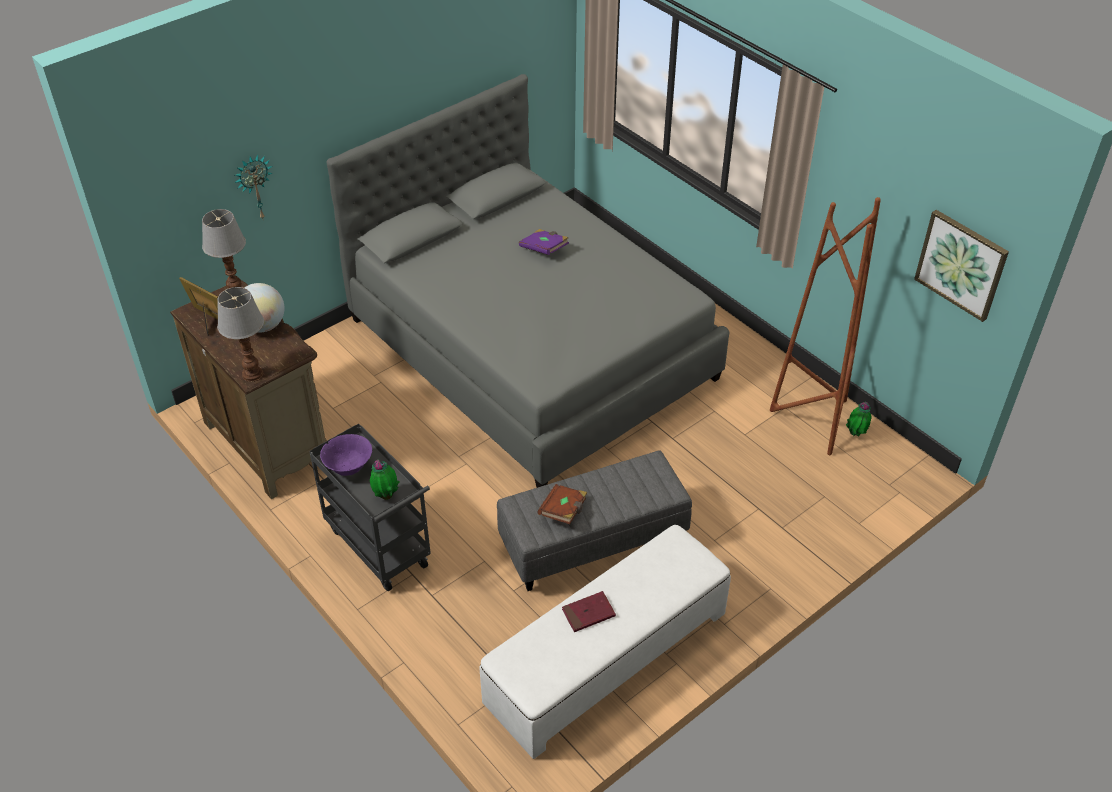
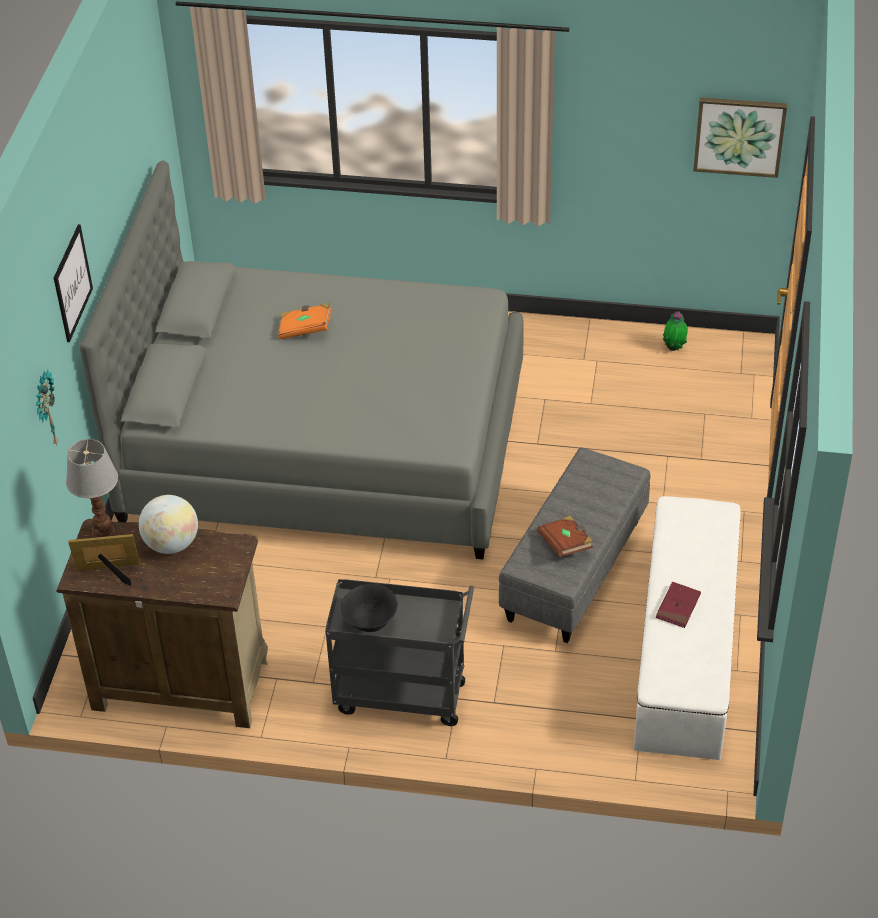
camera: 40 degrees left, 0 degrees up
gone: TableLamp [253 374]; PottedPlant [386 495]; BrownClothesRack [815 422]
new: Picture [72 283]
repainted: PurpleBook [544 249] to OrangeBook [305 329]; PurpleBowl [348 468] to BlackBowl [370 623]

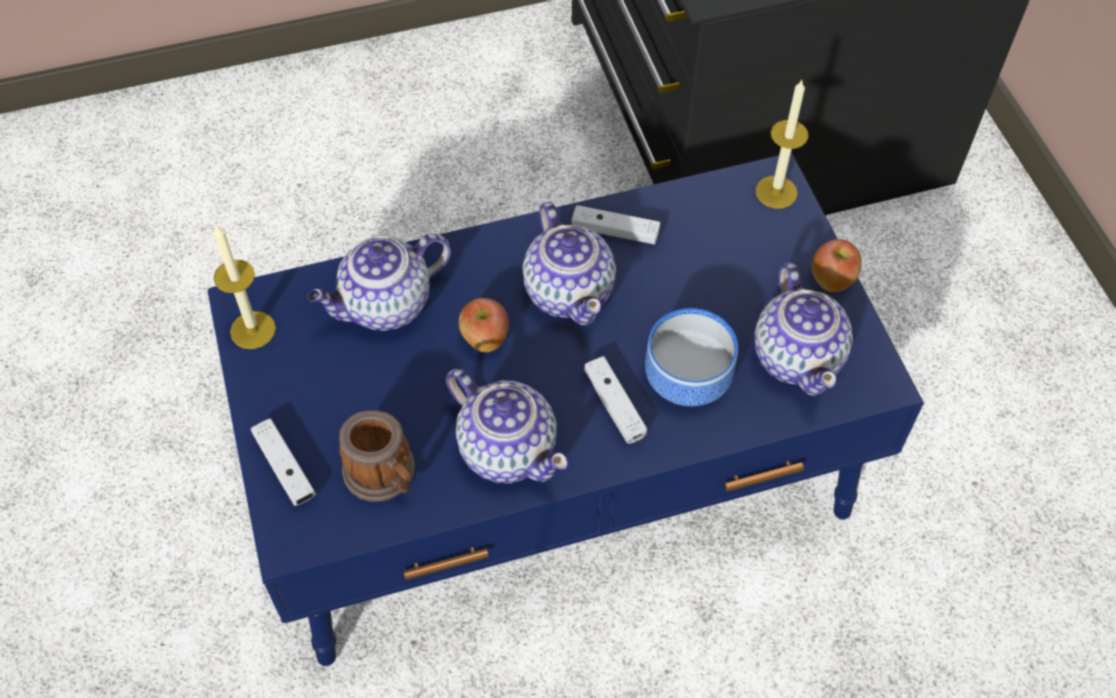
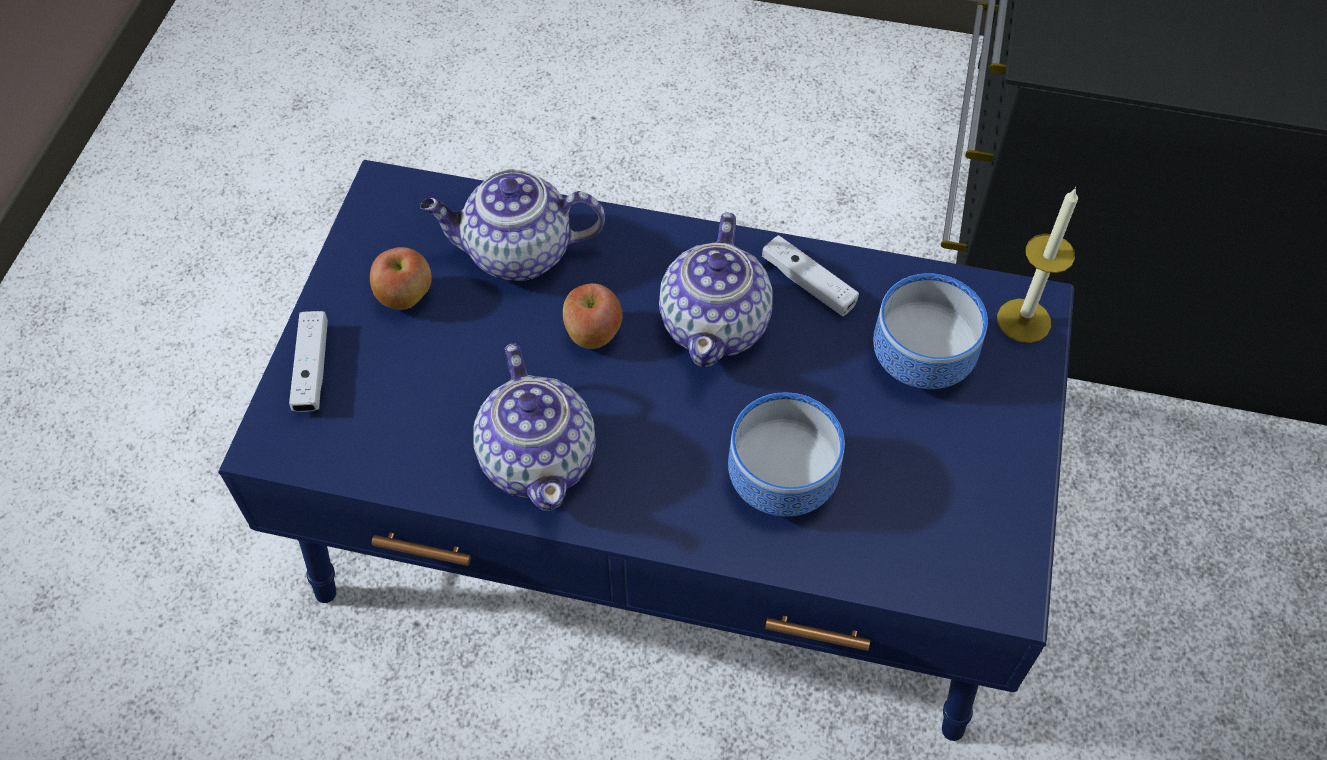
camera: 30 degrees right, 0 degrees up
gone: Candle [253 330]; Mug [385 476]; WhiteGameController [614 405]; Teapot [798 356]
new: Bowl [918 355]
shifted: Apple [832 280] to [406 297]

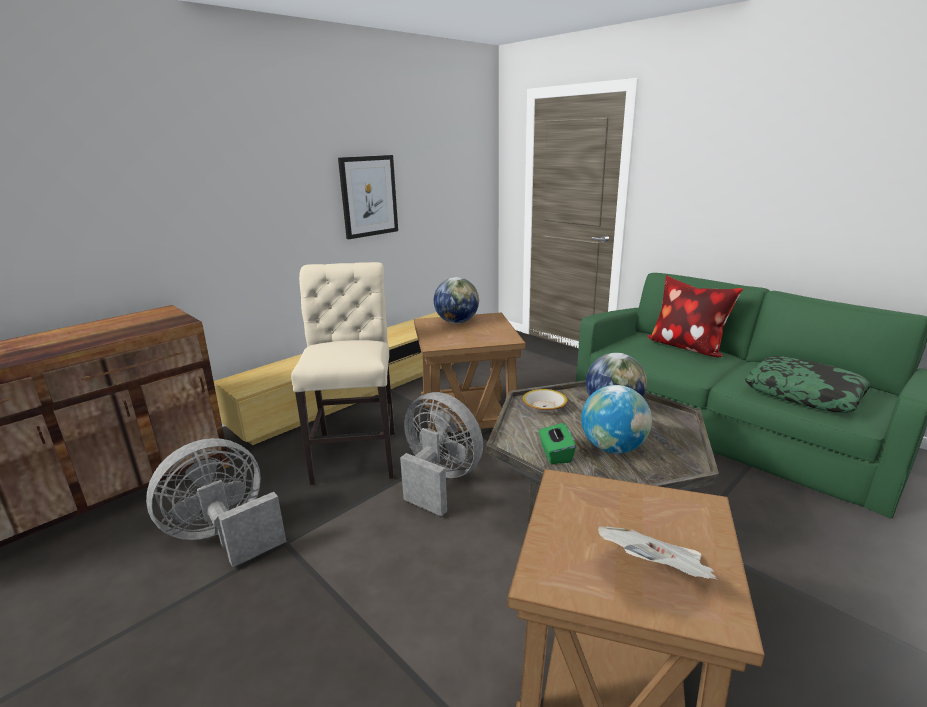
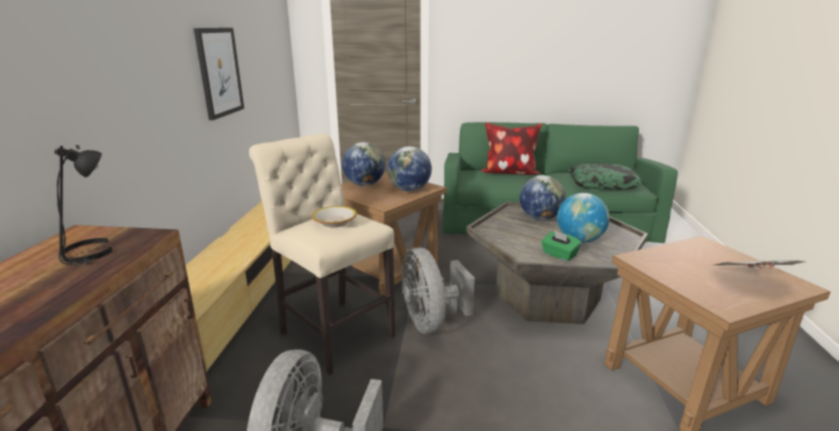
camera: 40 degrees left, 0 degrees up
new: BlackTableLamp [90 253]; Globe [409 190]
shifted: Bowl [544 407] to [335 222]
rotated: GreyFan [439 480] = [431 322] 105 degrees counterclockwise

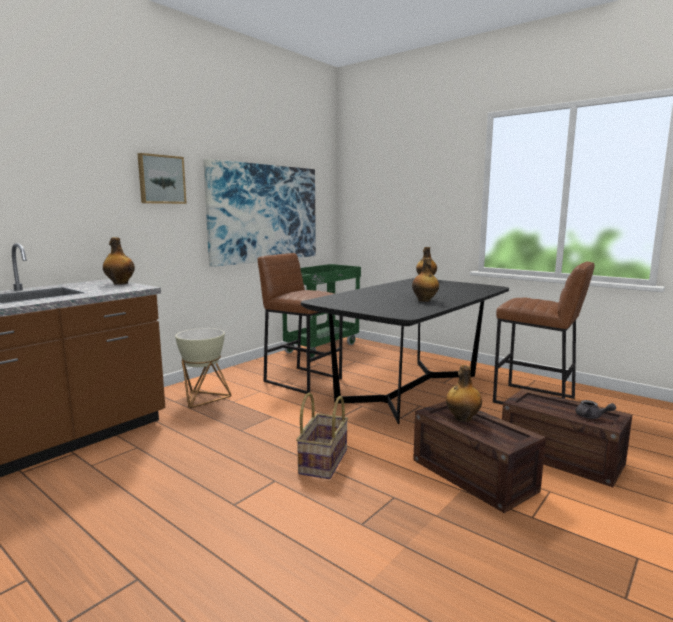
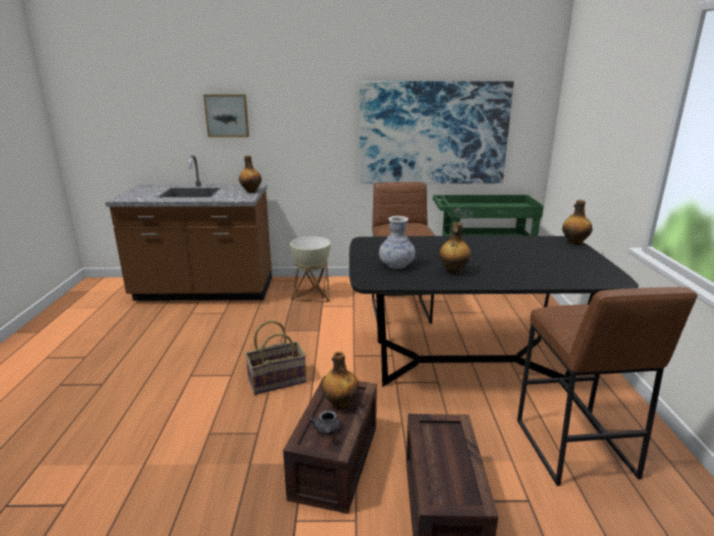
camera: 50 degrees right, 10 degrees up
new: Vase [396 265]
shifted: Picture [161 179] to [227 115]; GreyTeapot [592 417] to [327 431]

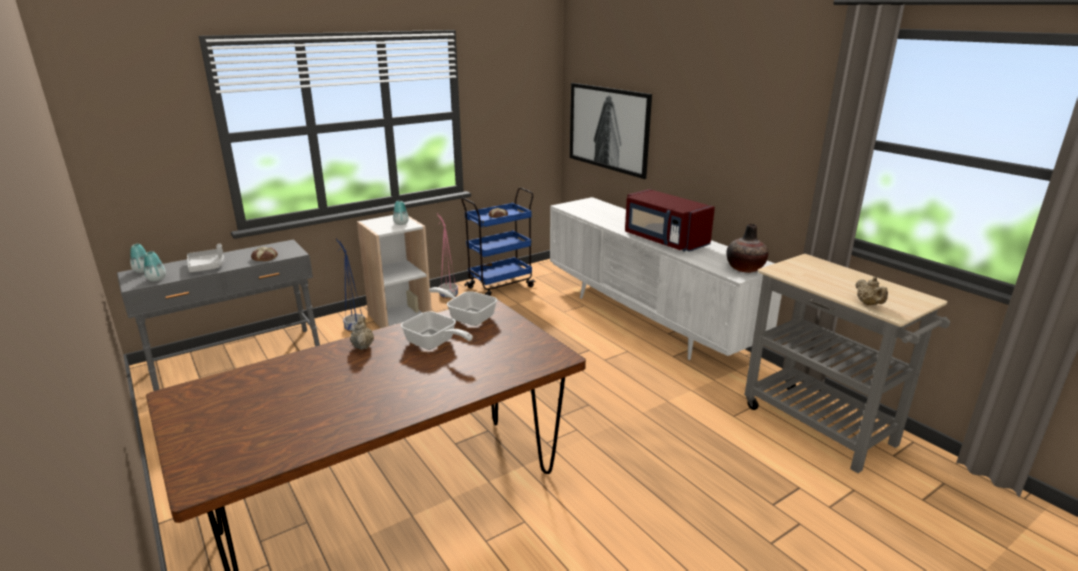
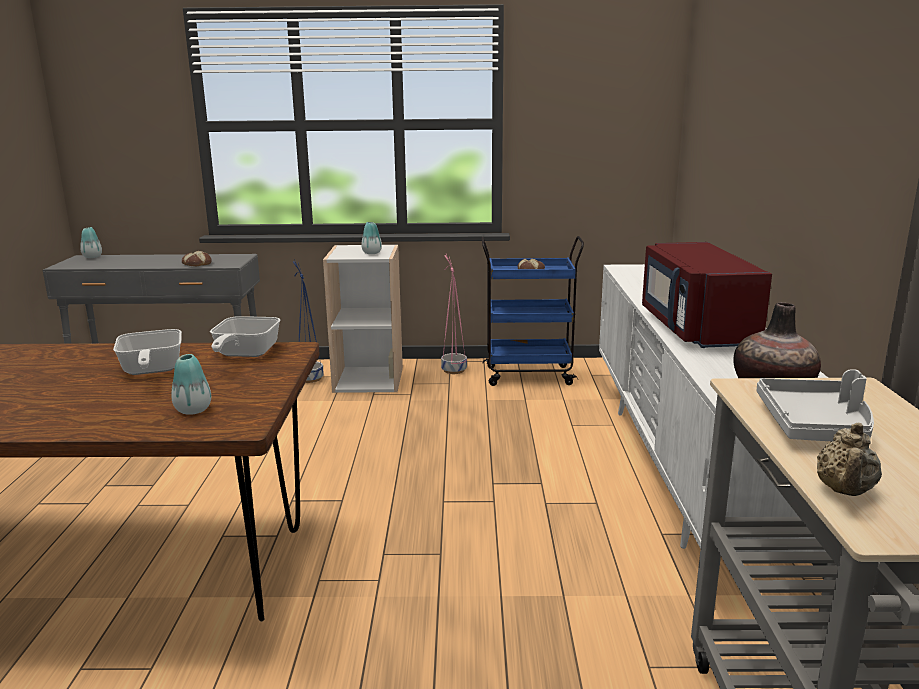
camera: 35 degrees right, 5 degrees down
gone: BeigeTeapot [363 346]; Picture [609 128]
shifted: Vase [157 279] to [193 410]; GreyTray [207 266] to [815 425]
rotated: FryingPan [468 317] = [244 354] 150 degrees counterclockwise

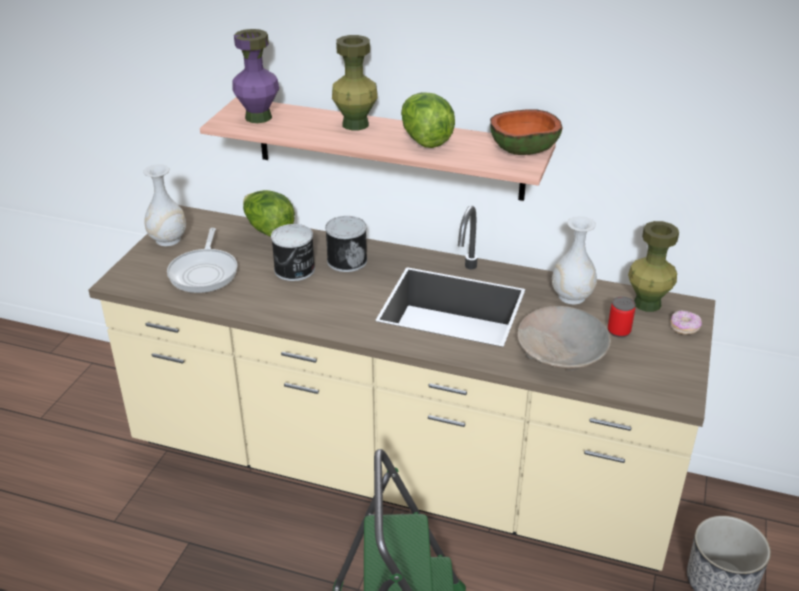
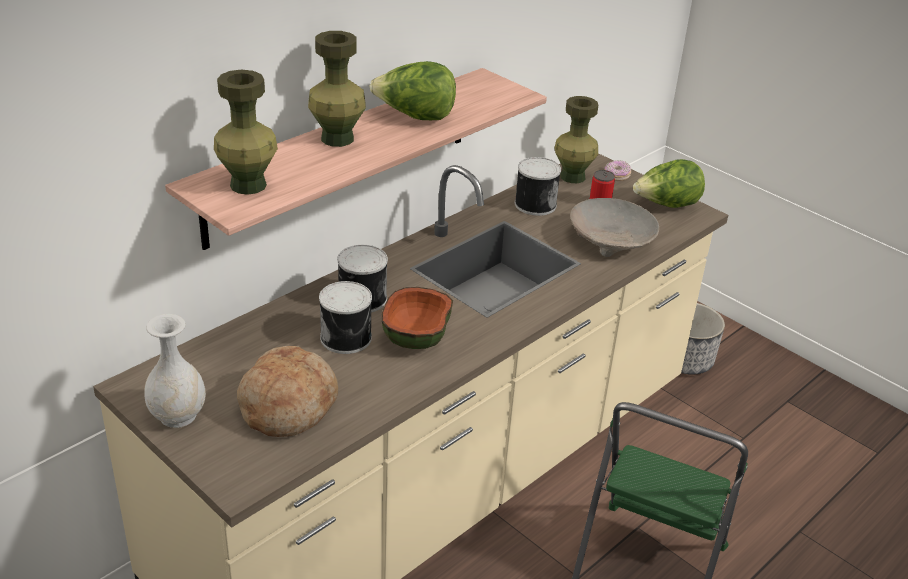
camera: 65 degrees left, 0 degrees up
shifted: Bowl [523 150] to [417 338]; Lettuce [268 230] to [666 205]
swapped: FryingPan [204 272] to Bread [287 405]; WhiteVase [572 296] to Can [534 204]
repainted: PurpleVase [258 117] to GreenVase [249 185]

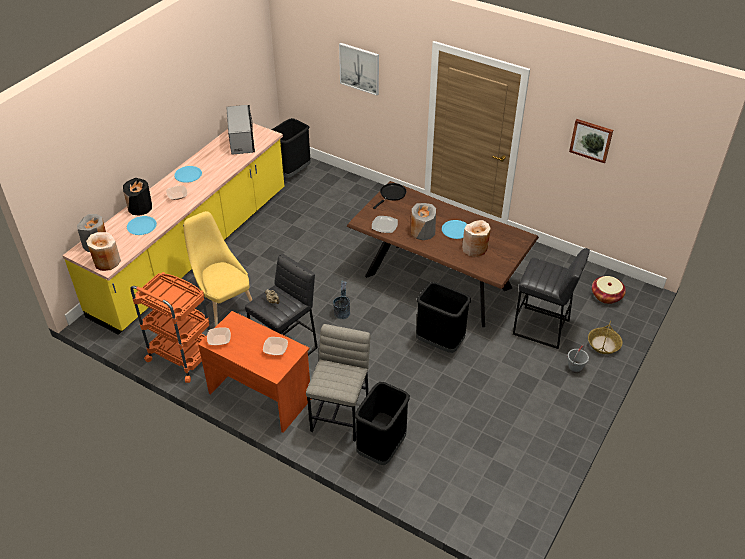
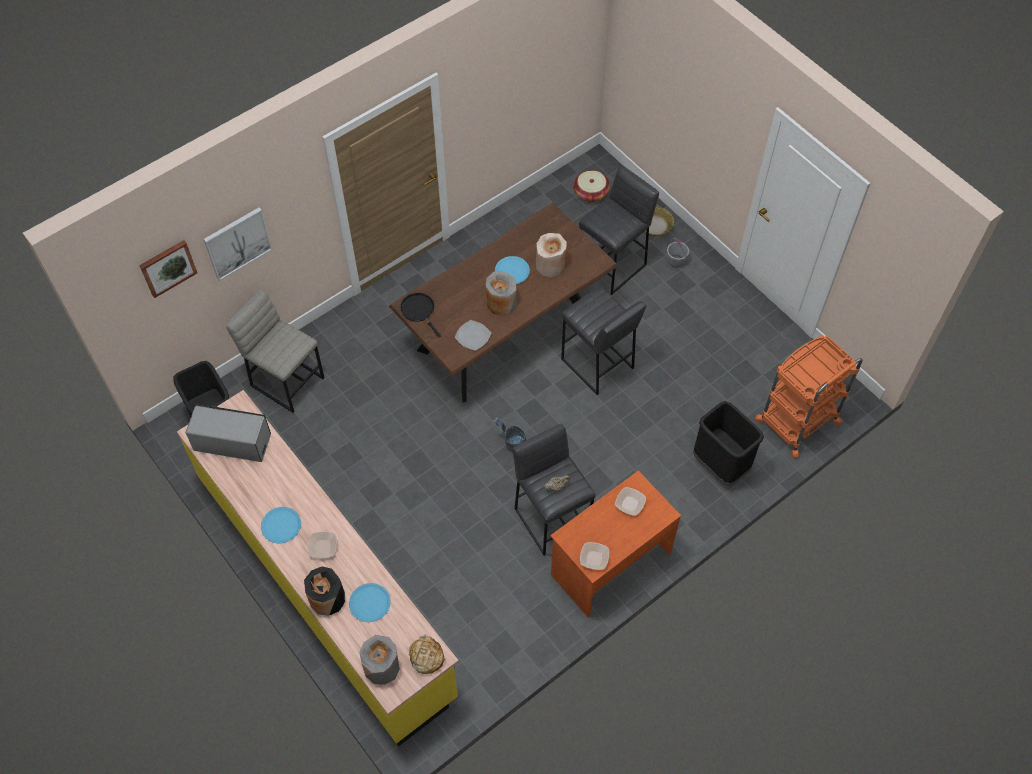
camera: 70 degrees left, 15 degrees up
gone: YellowChair [224 305]
shifted: Picture [591 140] to [167 267]; GreyChair [340 414] to [286 381]; OrangeCart [183 356] to [797 421]
swapped: BeigeVase [106 262] to Bread [426 657]; BlackTrashCan [439 343] to GreyStool [598 364]

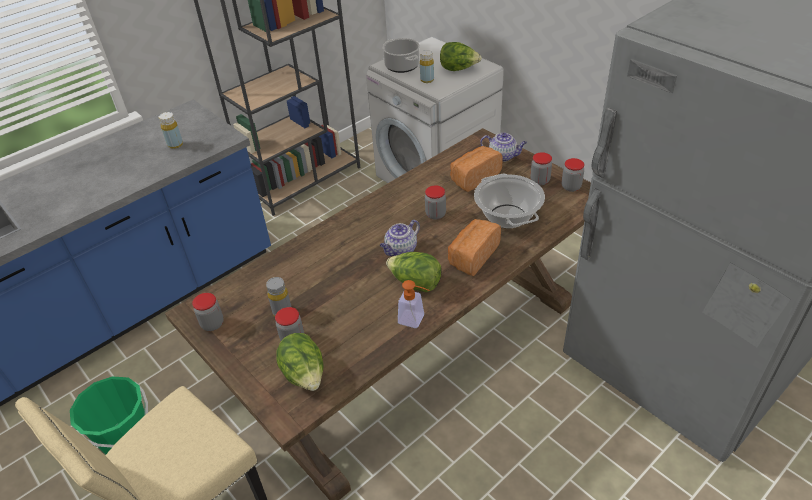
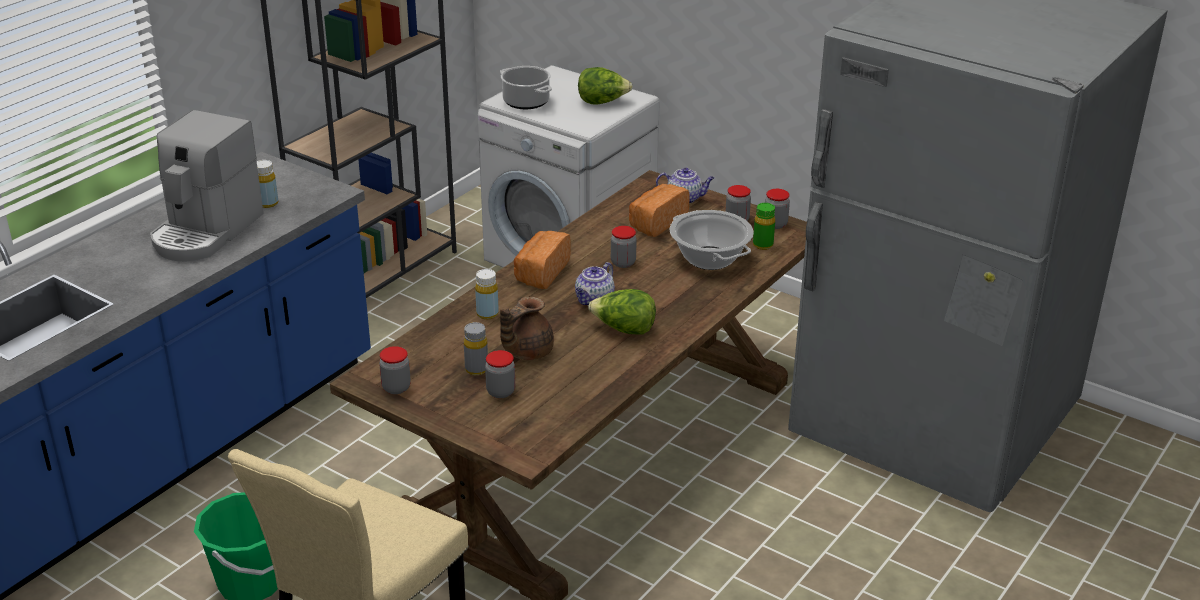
camera: 15 degrees left, 10 degrees down
gone: Lettuce [305 375]; SoapDispenser [415 320]
new: CoffeeMachine [206 232]; BrownTeapot [526 352]; GreenBottle [763 245]
shifted: YellowBottle [427 80] to [487 314]; Bread [472 256] to [541 273]

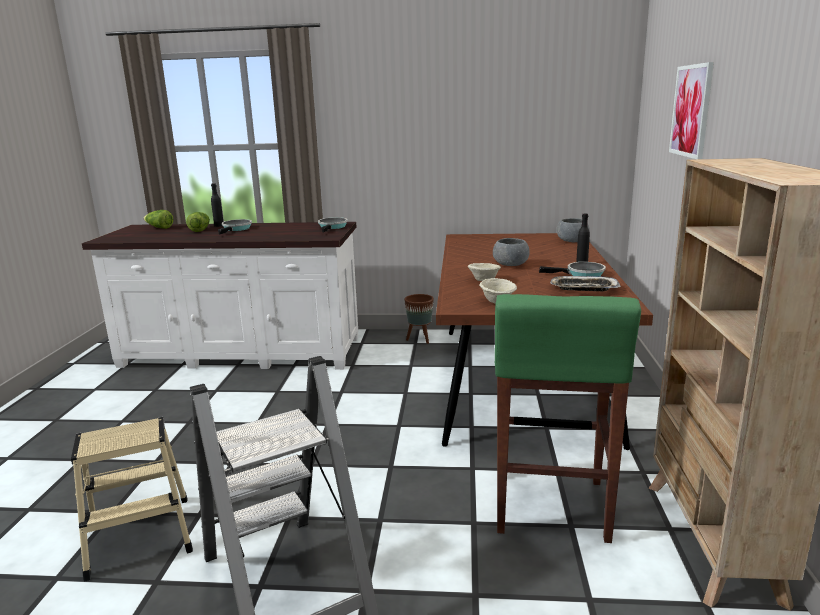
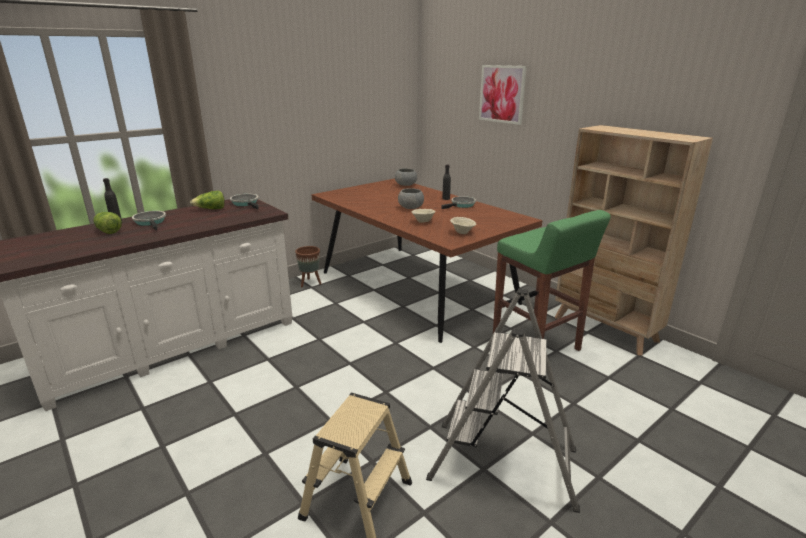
camera: 45 degrees left, 5 degrees up
gone: Tray [583 288]
shifted: Lettuce [159 228] to [211 209]

